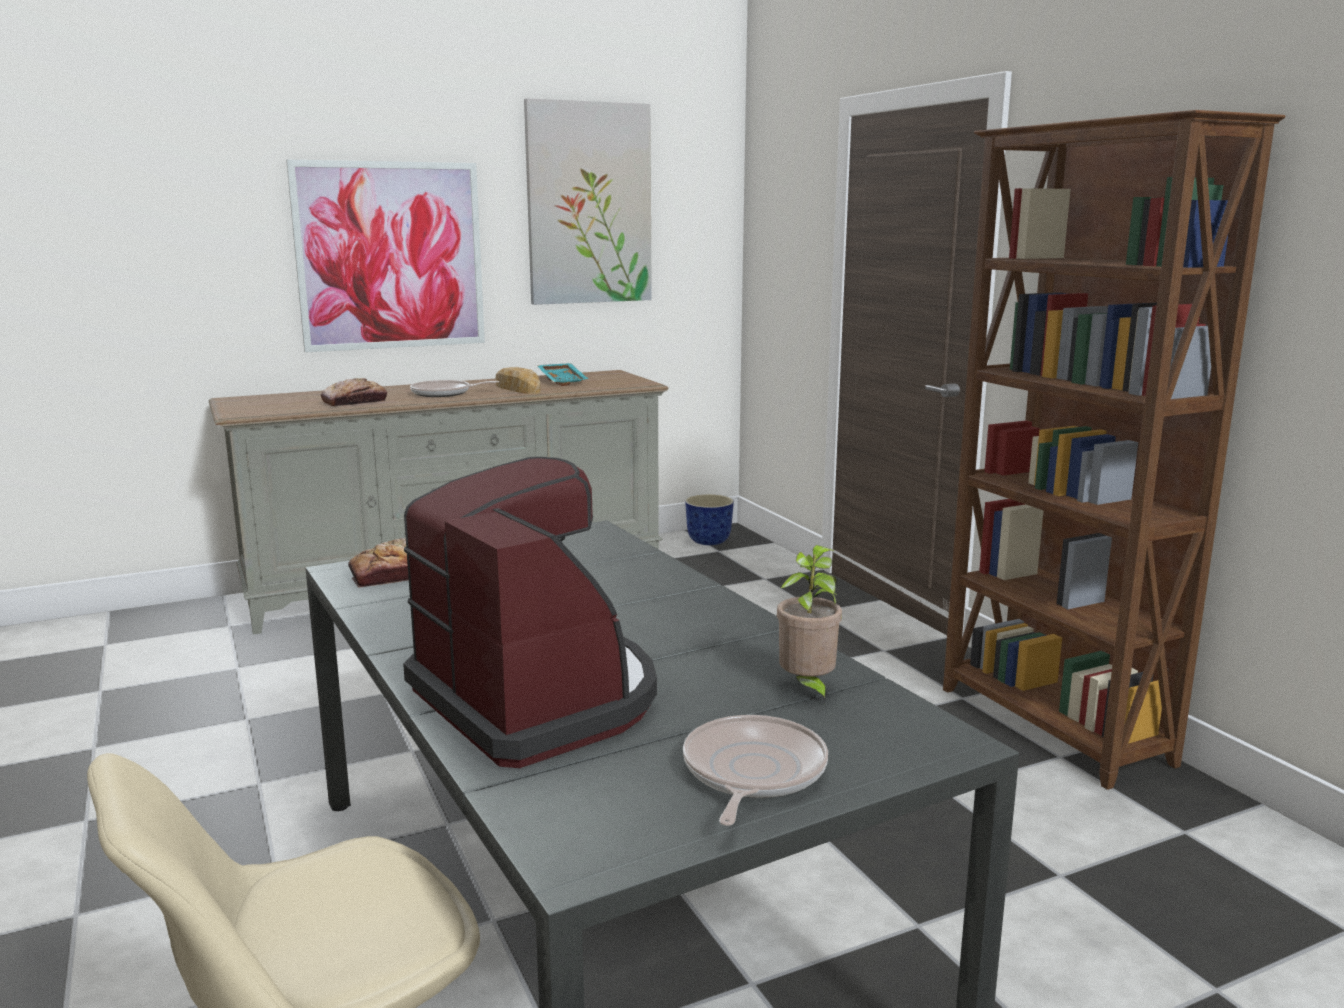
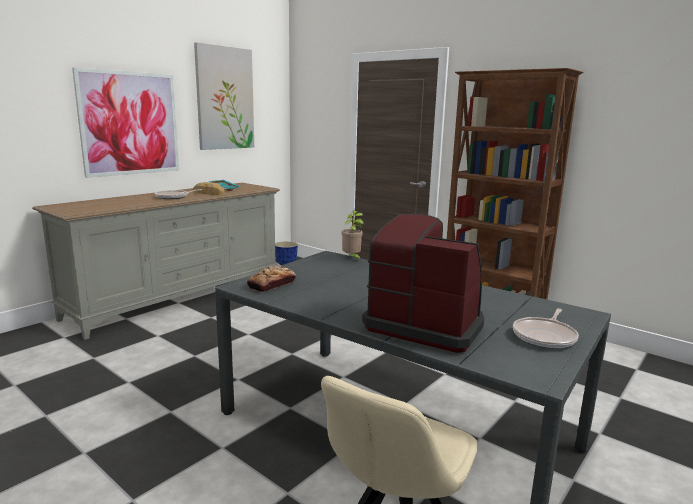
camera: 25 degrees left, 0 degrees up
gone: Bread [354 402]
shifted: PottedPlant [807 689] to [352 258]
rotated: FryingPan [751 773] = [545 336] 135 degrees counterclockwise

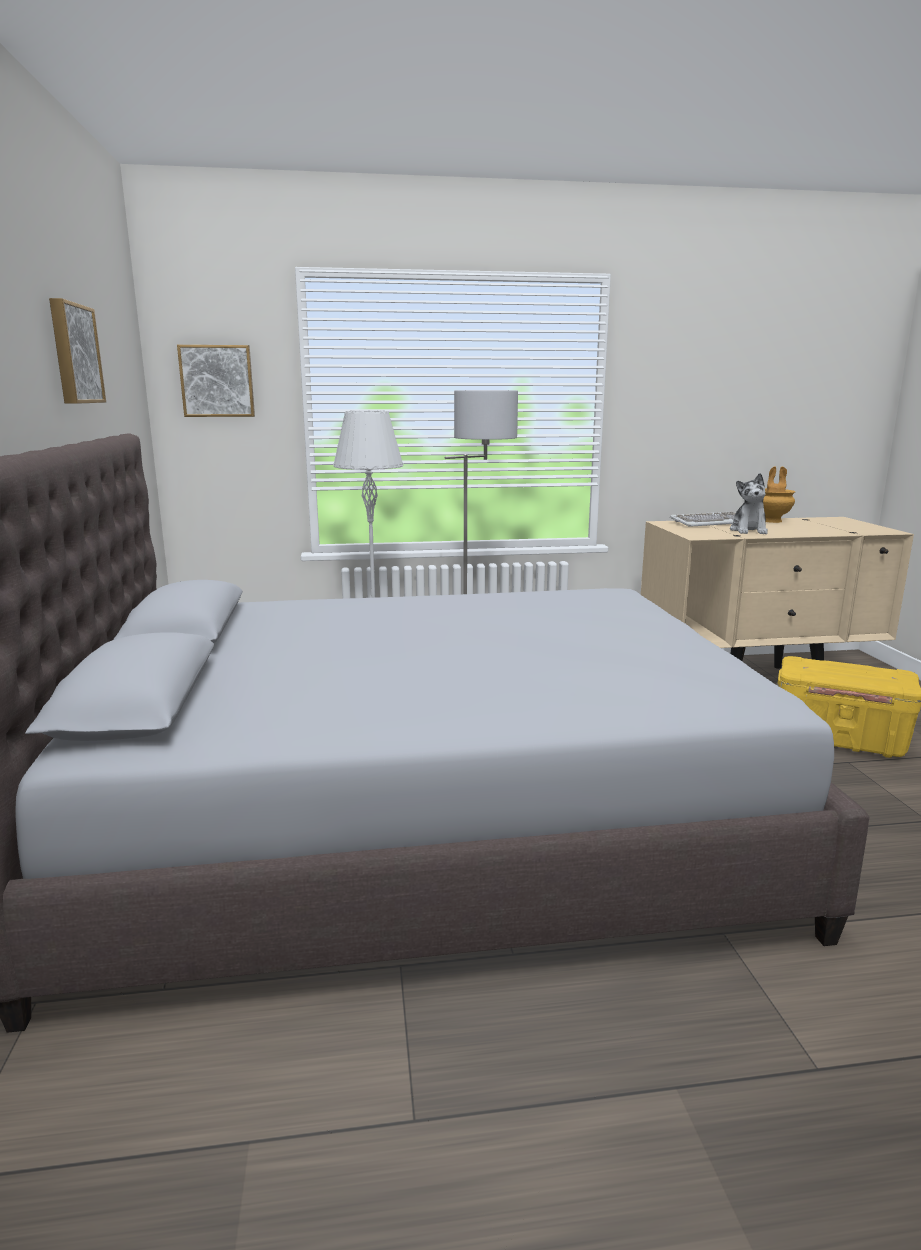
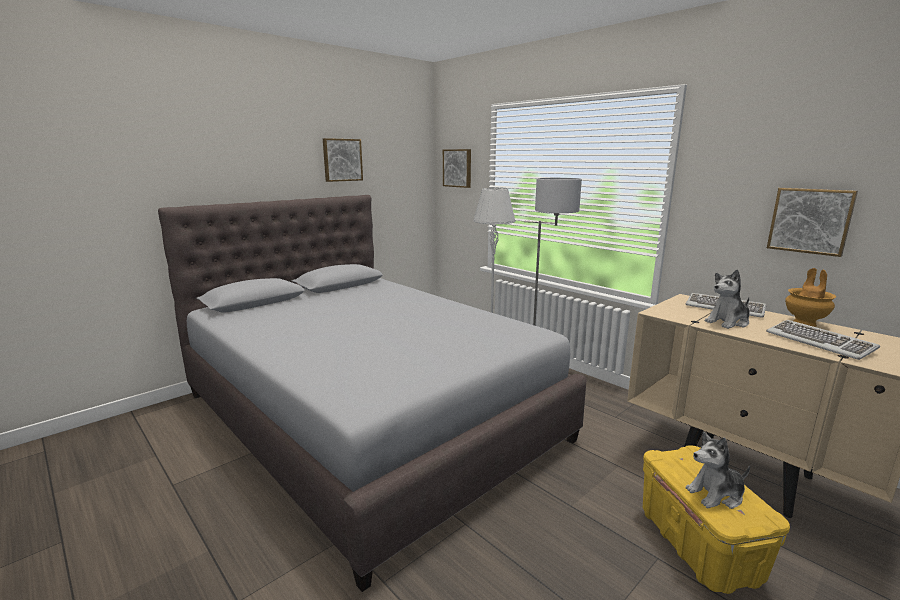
camera: 55 degrees right, 0 degrees up
new: PlushToy [716 494]; Keyboard [819 342]; Picture [810 220]

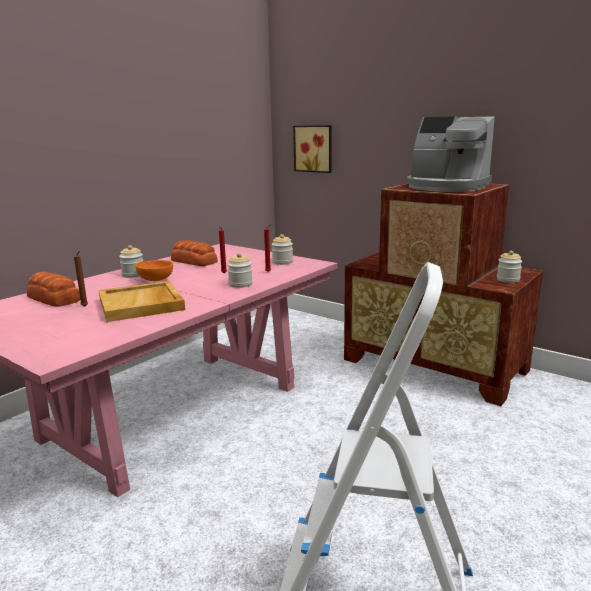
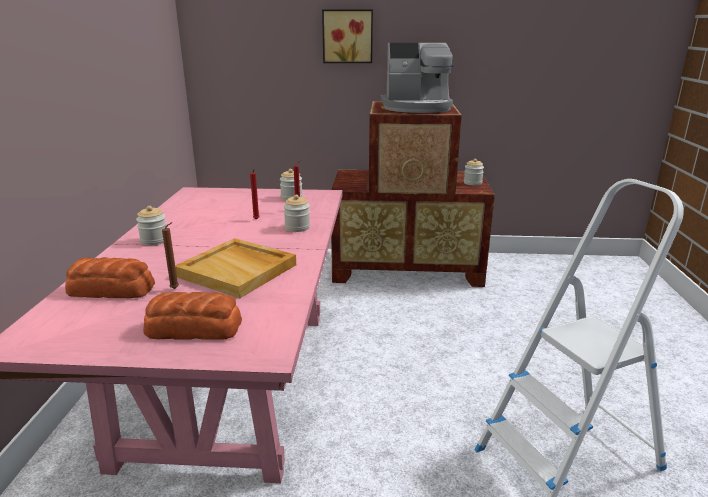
camera: 35 degrees left, 5 degrees up
gone: OrangeBowl [155 280]
shifted: Bread [193 261] to [193 328]; Picture [314 148] to [347 36]

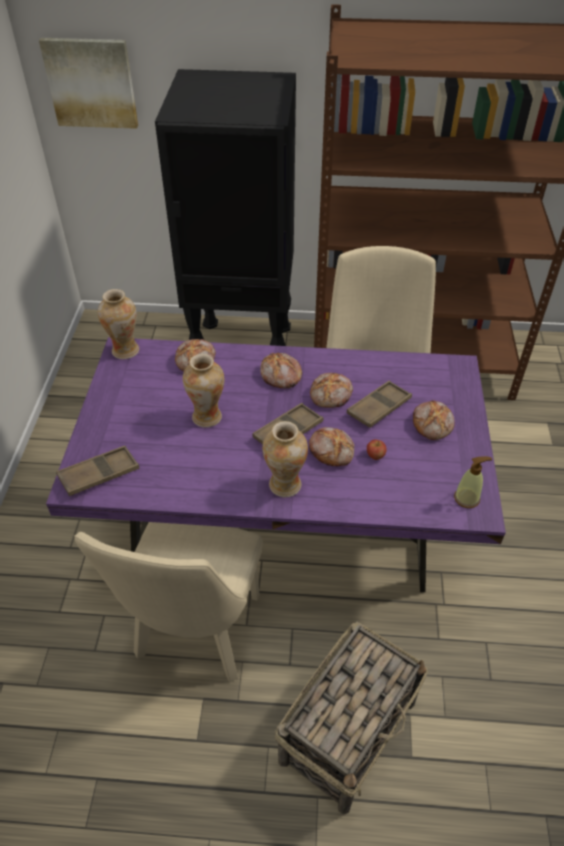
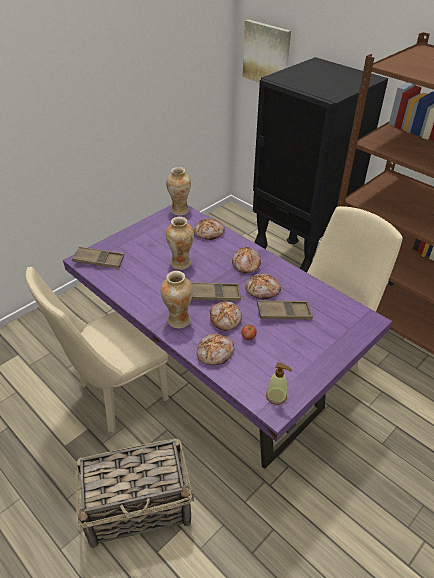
camera: 40 degrees right, 5 degrees down
shifted: Bread [433 424] to [215 353]

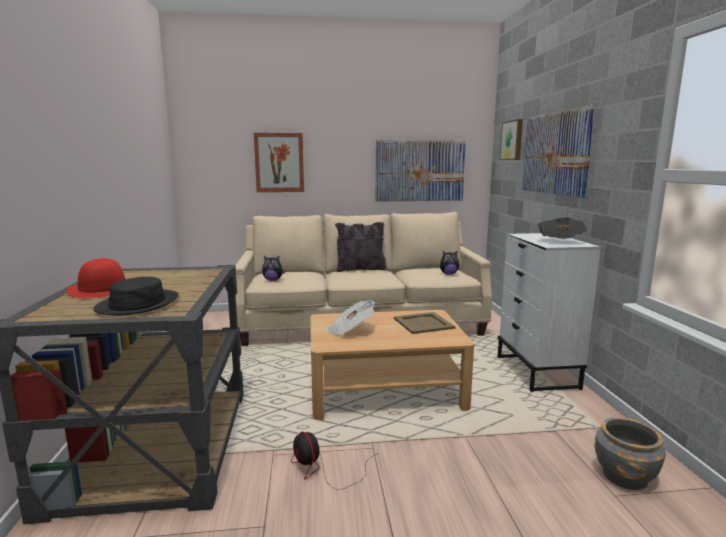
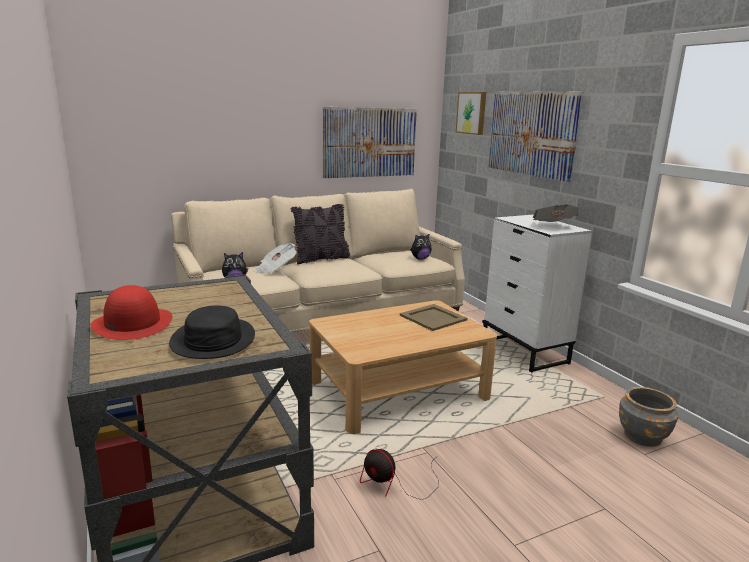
camera: 20 degrees left, 5 degrees up
gone: Picture [279 162]
shifted: Newspaper [350 330] to [275 269]

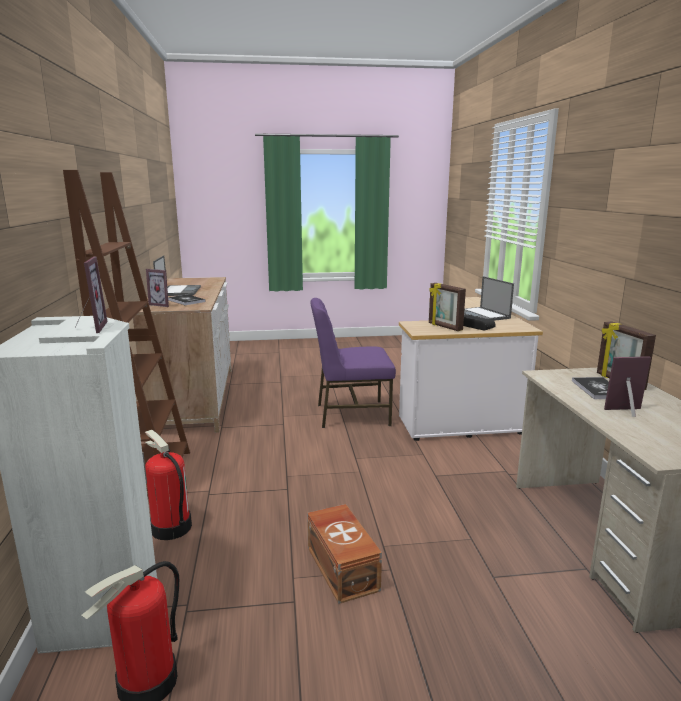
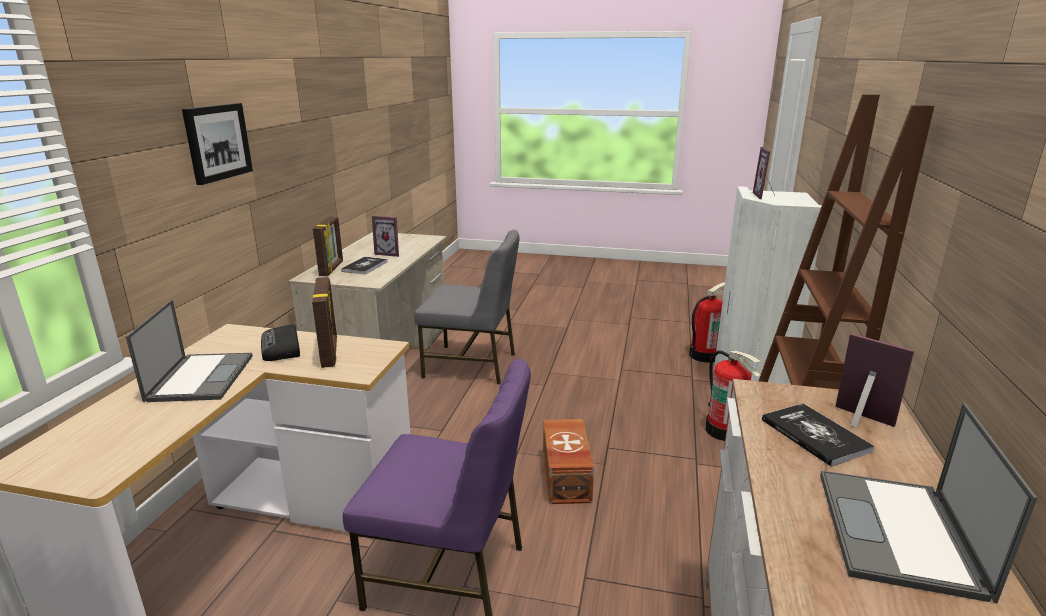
camera: 160 degrees left, 5 degrees up
new: Picture [217 142]; GreyChair [472 365]
shifted: BrownStorageBox [343 567] to [565 477]

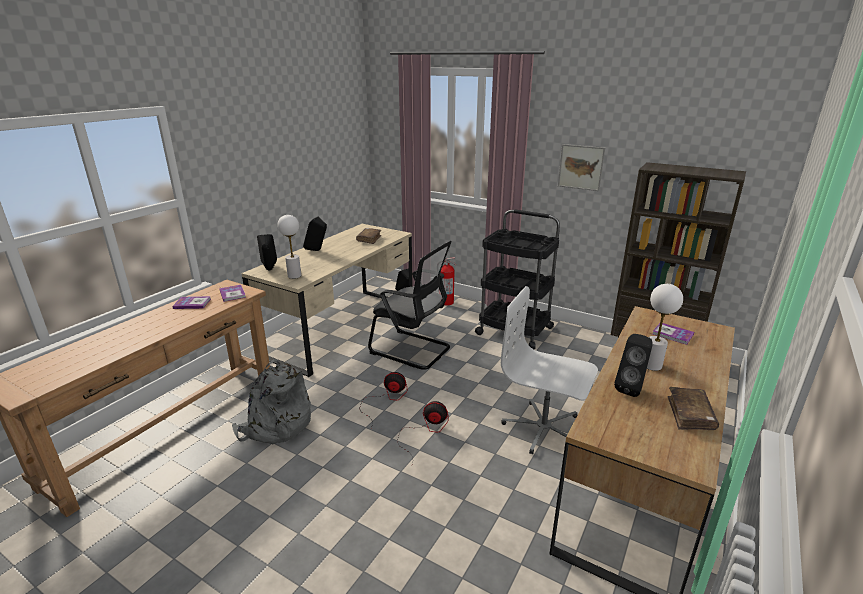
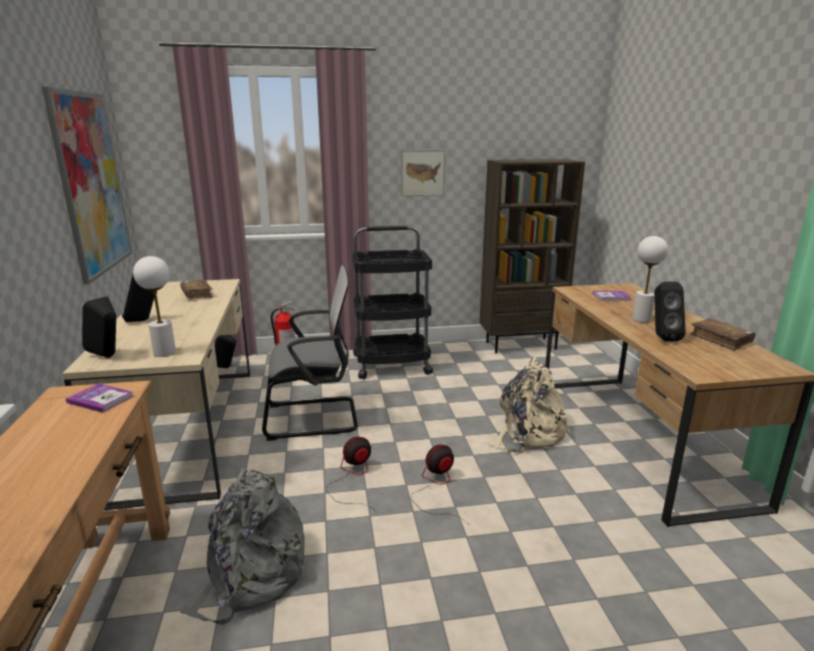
camera: 40 degrees left, 5 degrees down
gone: Book [192 303]
new: Picture [91 183]
swapped: WhiteOfficeChair [543 429] to BeigeBackpack [528 433]

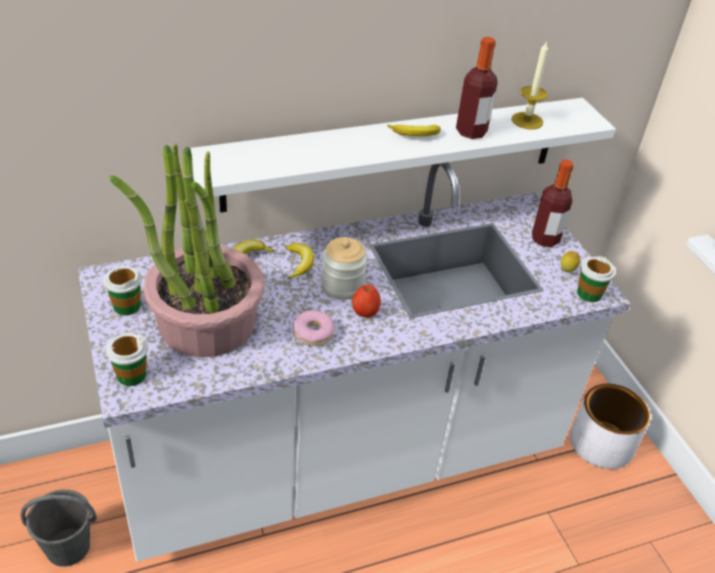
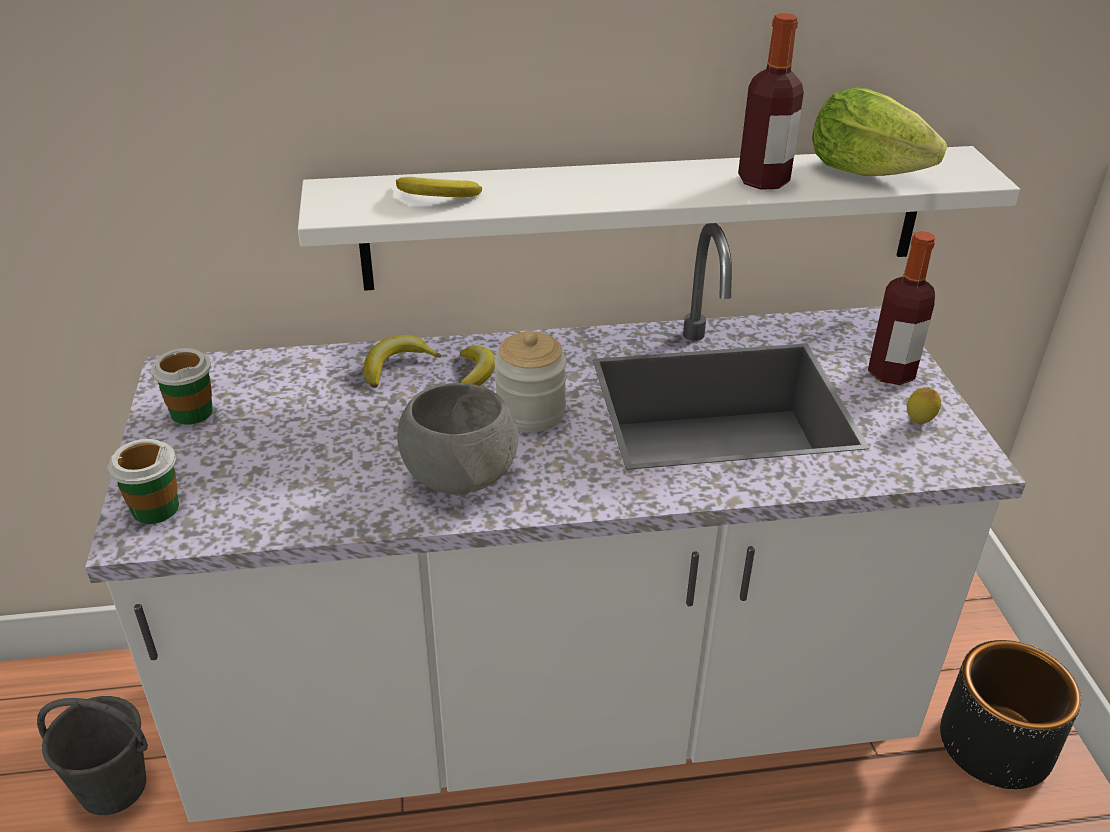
camera: 15 degrees right, 5 degrees down
gone: PottedPlant [205 323]; Apple [365 313]; Cup [589 294]
shifted: Banana [414 135] to [436 197]
swapped: Donut [313 333] to GreyBowl [459 476]; Candle [527 121] to Lettuce [865 171]
repainted: WhitePlanter [601 444] to BlackPlanter [995 745]

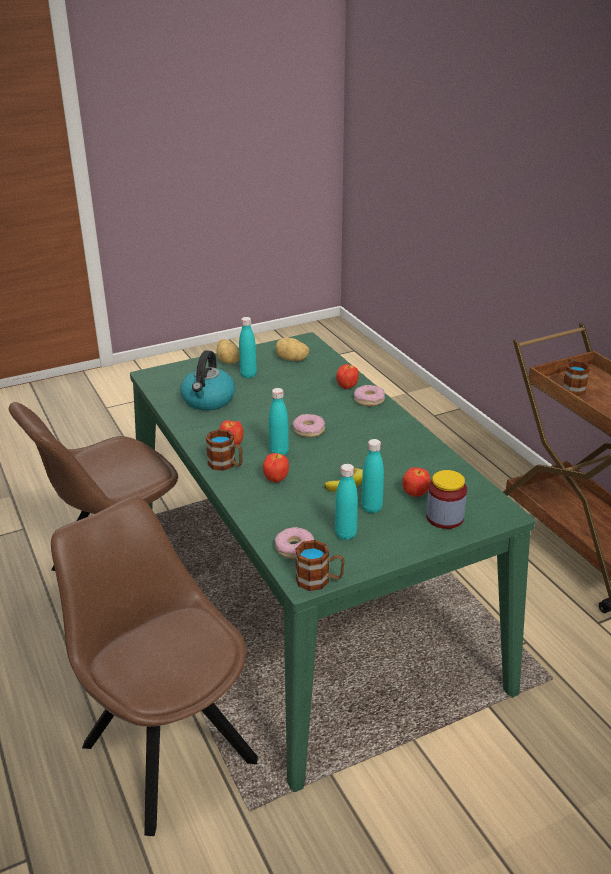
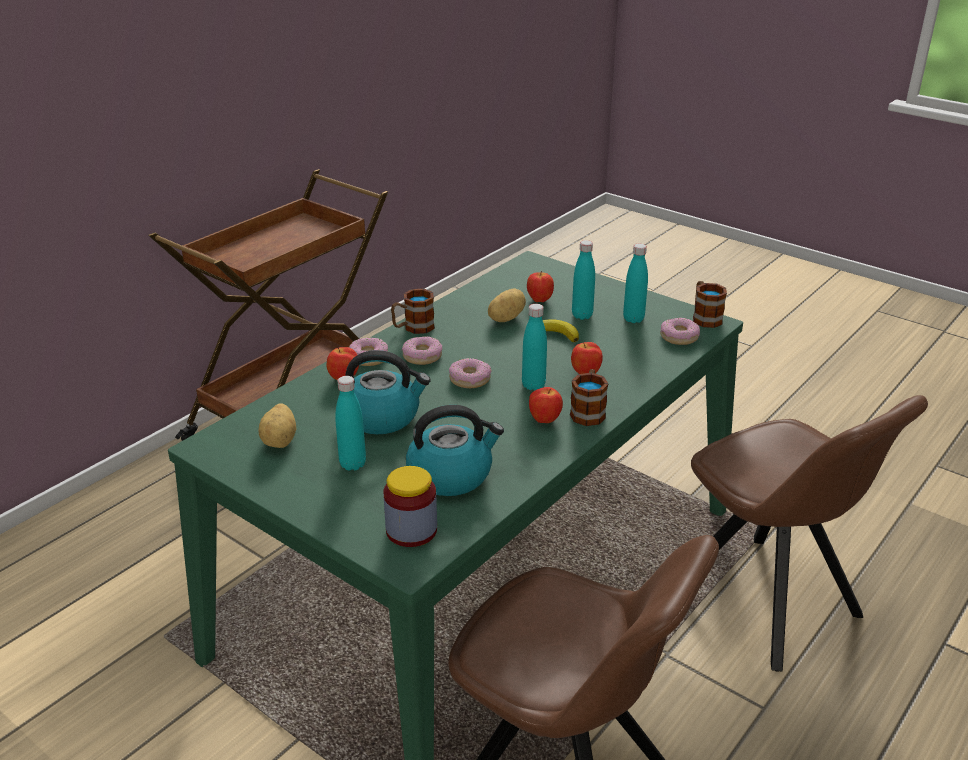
camera: 115 degrees left, 0 degrees up
new: Kettle [382 416]; Donut [422 356]
shifted: Jar [444 517] to [411 530]; Mug [572 387] to [413 328]; Potato [228 361] to [505 318]
rotated: BrownChair [167 753] = [766 602] 60 degrees counterclockwise

